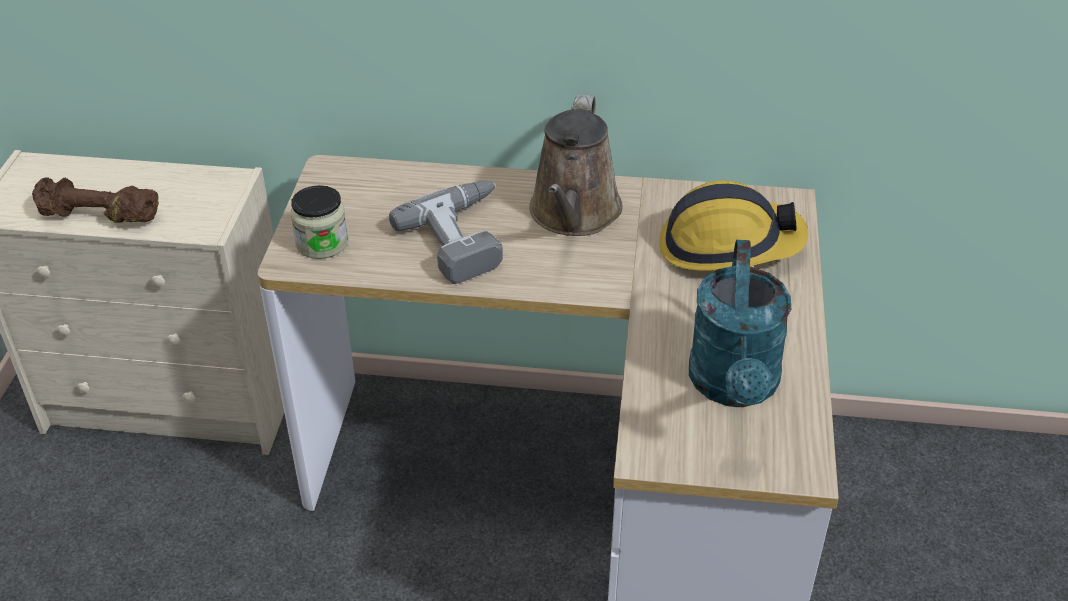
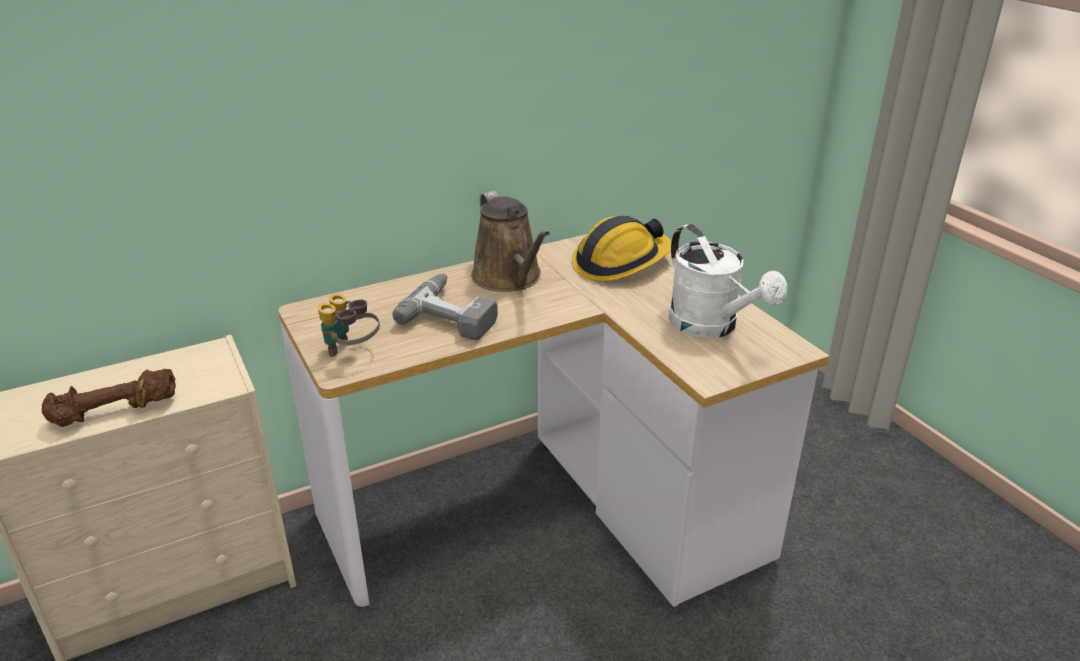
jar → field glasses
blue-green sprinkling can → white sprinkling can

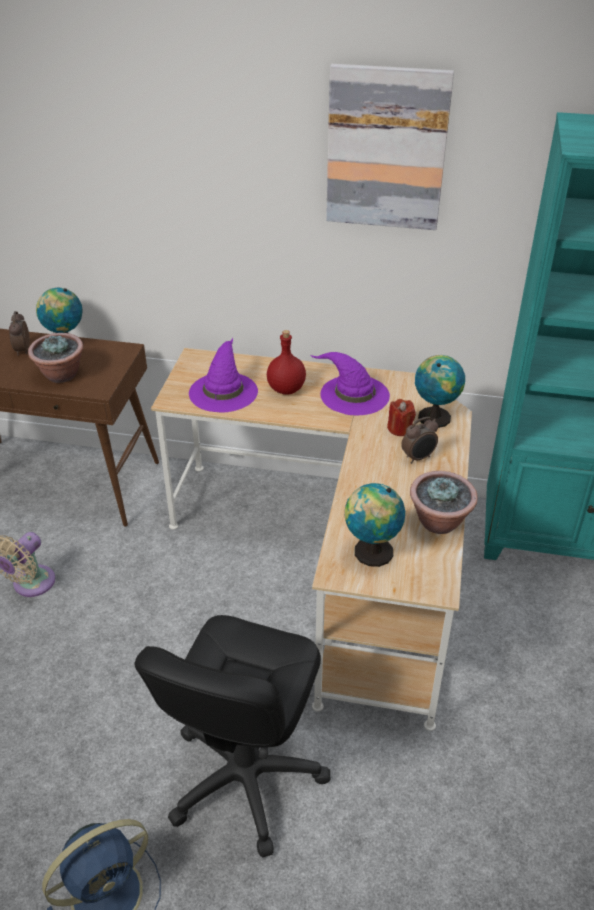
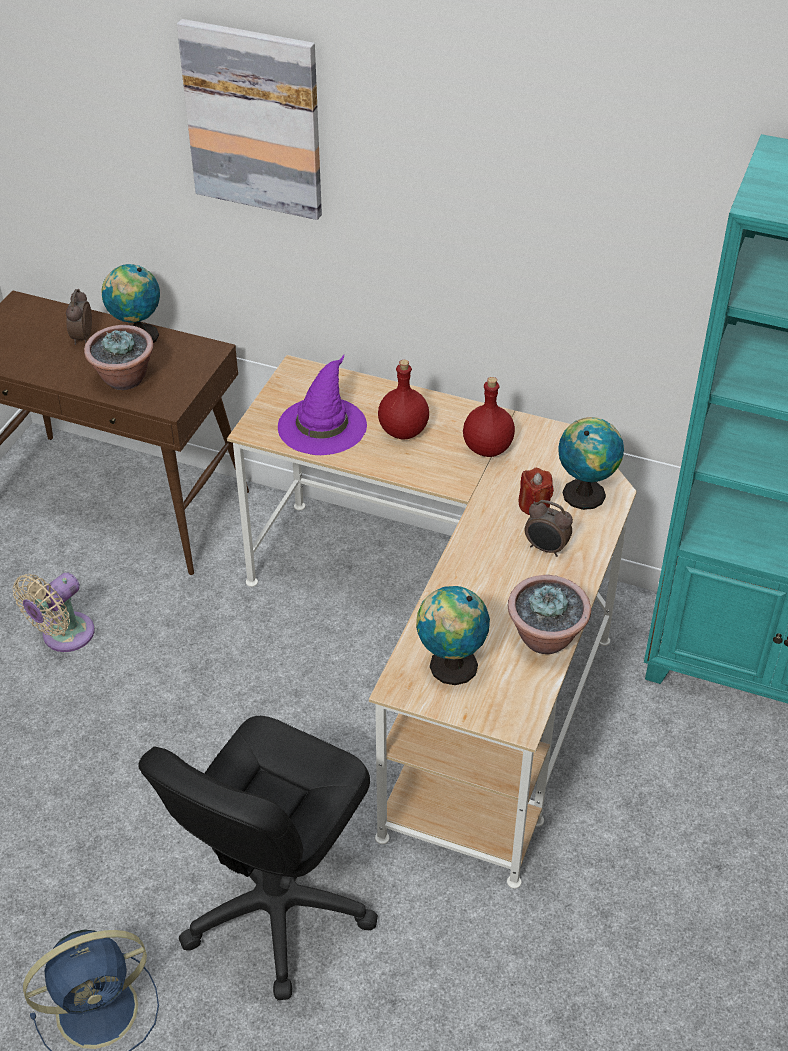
purple wearable hat (2nd from left) → reddish bottle (2nd from left)
picture, moved
bedside clock (2nd from left), 45 degrees clockwise

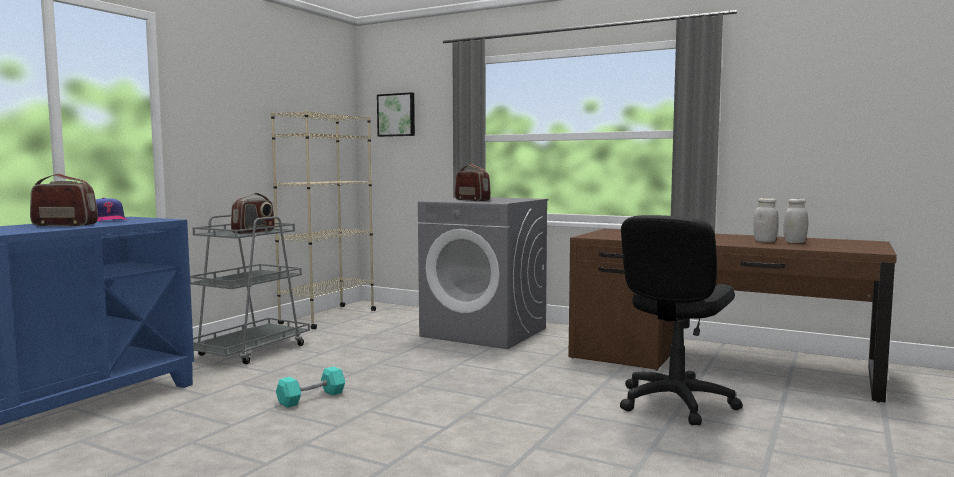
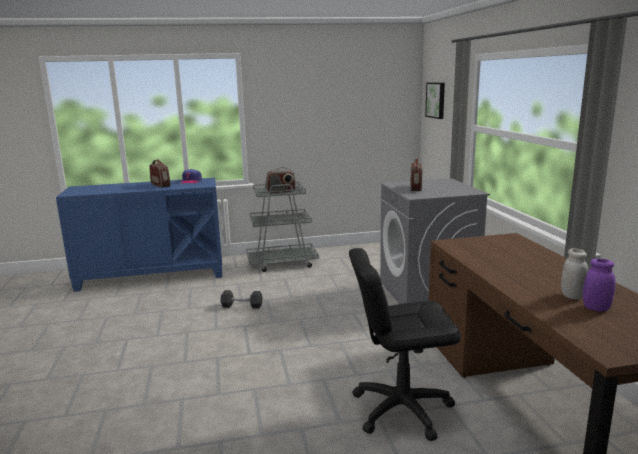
beige-coloured bookcase → -
blue-green hand weight → grey hand weight
white jar (2nd from left) → purple jar

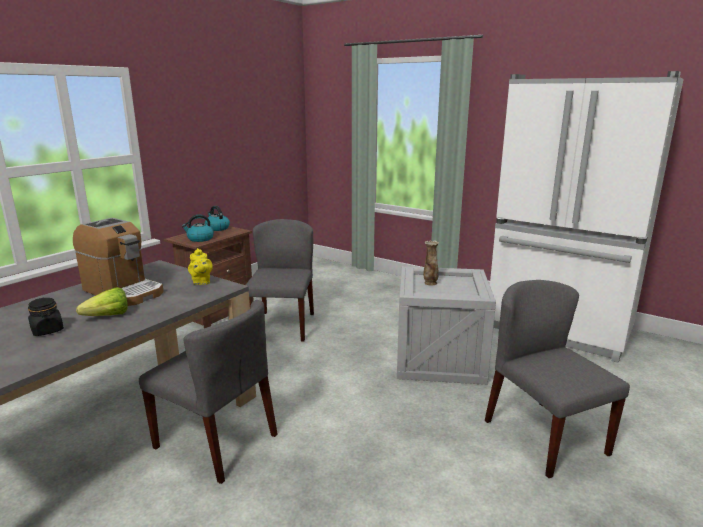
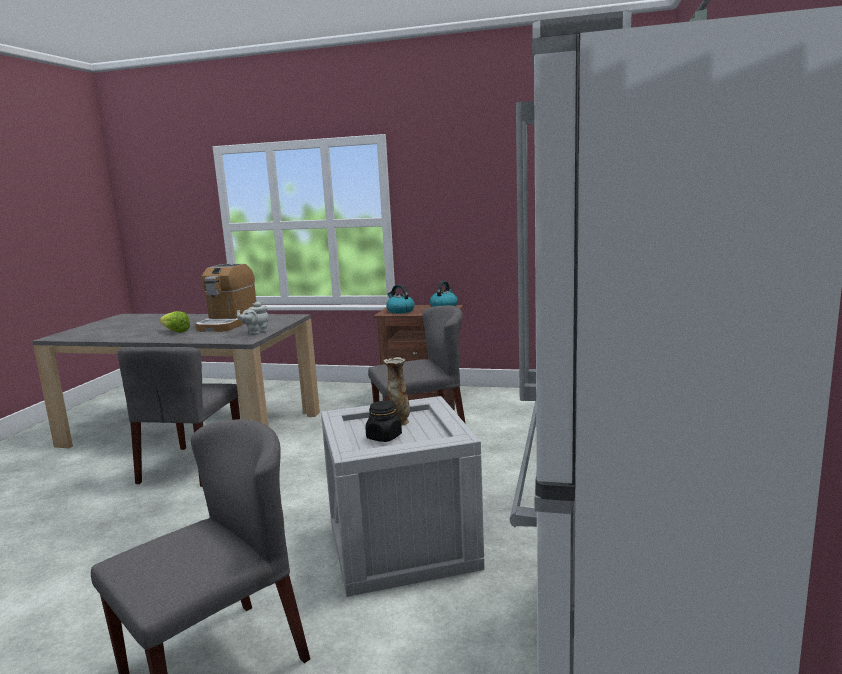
blackish jar, moved
yellowish teapot → grey teapot

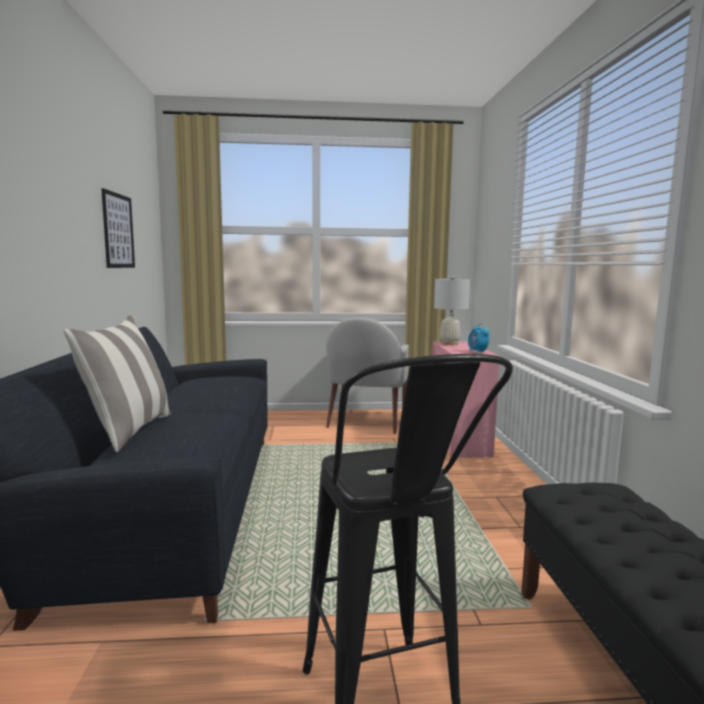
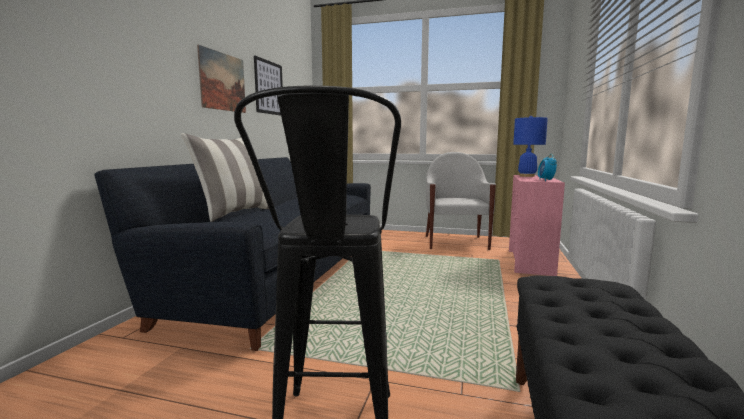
white easy chair, 150 degrees clockwise
white table lamp → bluish table lamp
- → picture (1st from left)

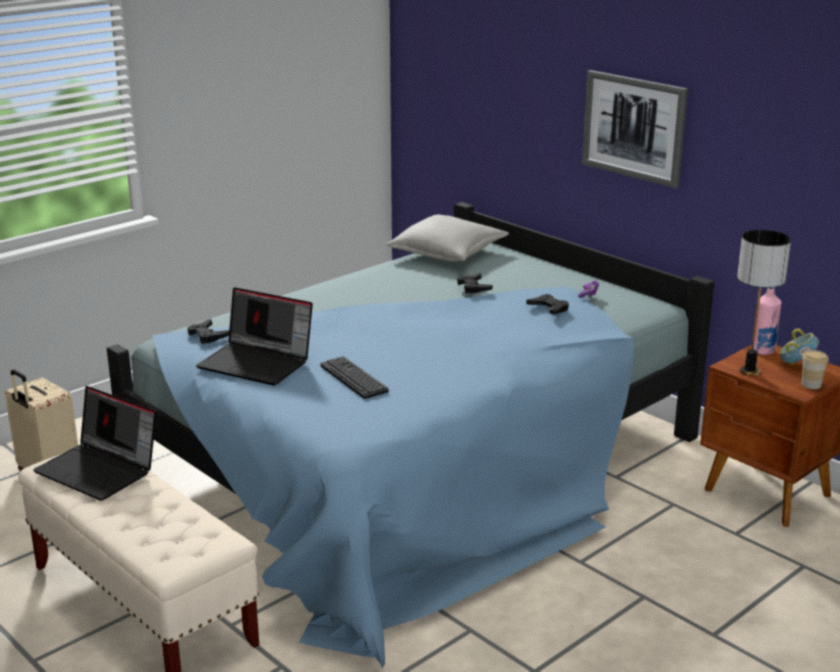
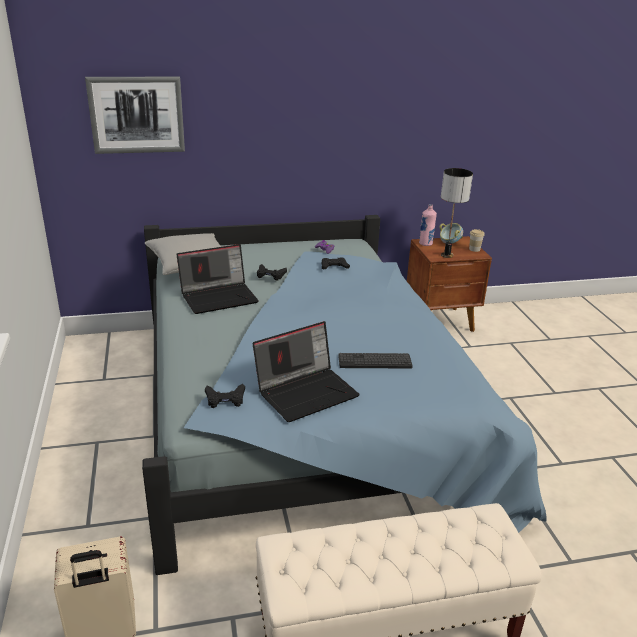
notebook computer (1st from left), moved
picture, moved

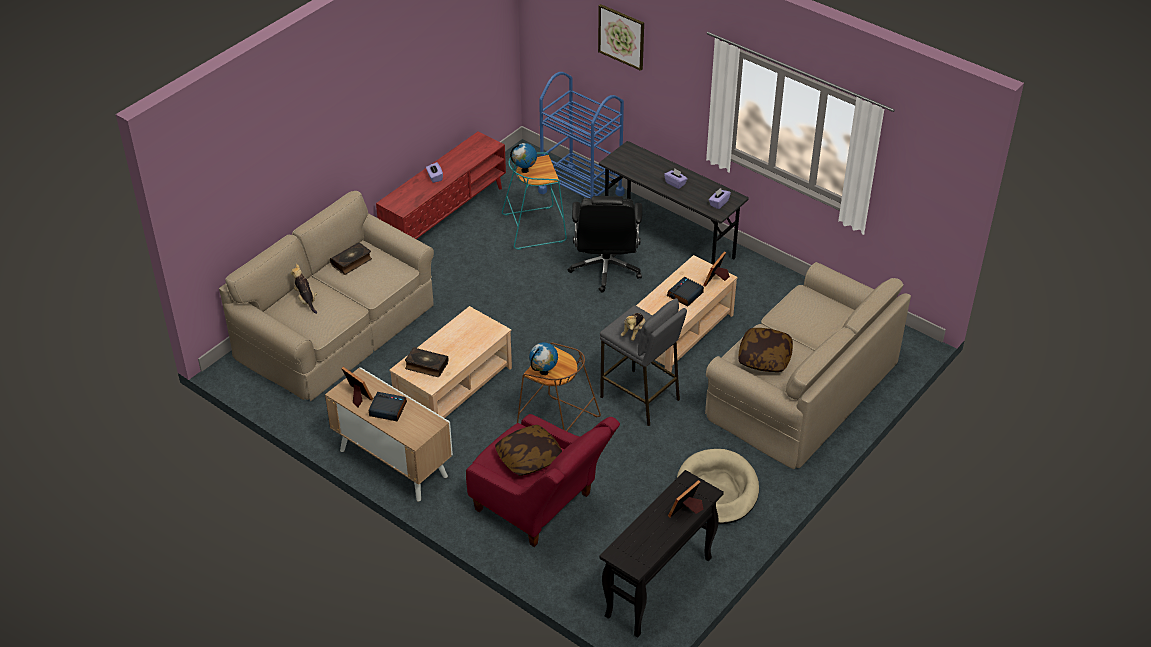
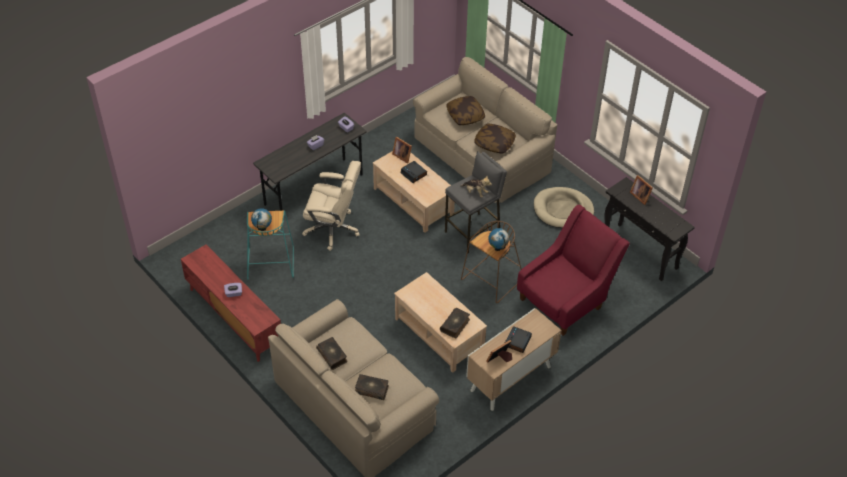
soft toy (1st from left) → bound book (2nd from left)
cushion (1st from left), moved
bluish cart → -
blackish desk chair → beige-coloured desk chair
picture → -

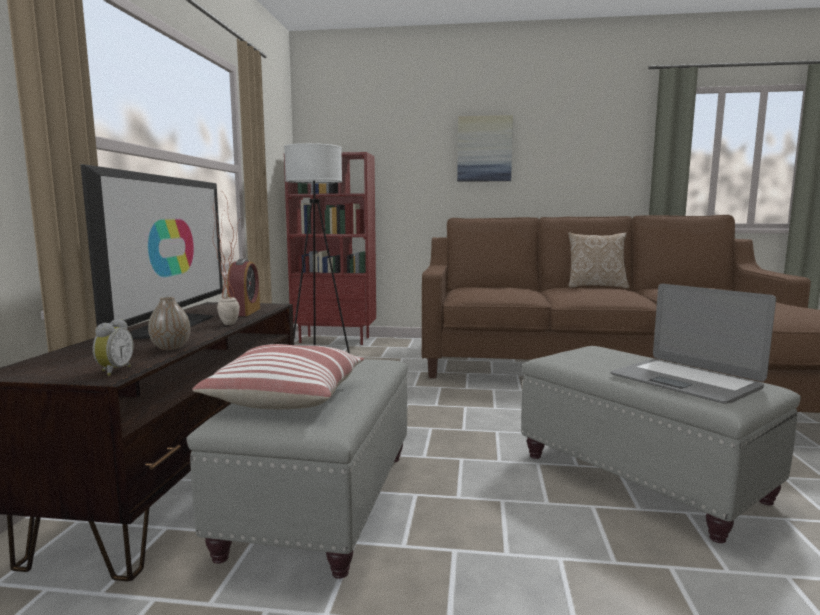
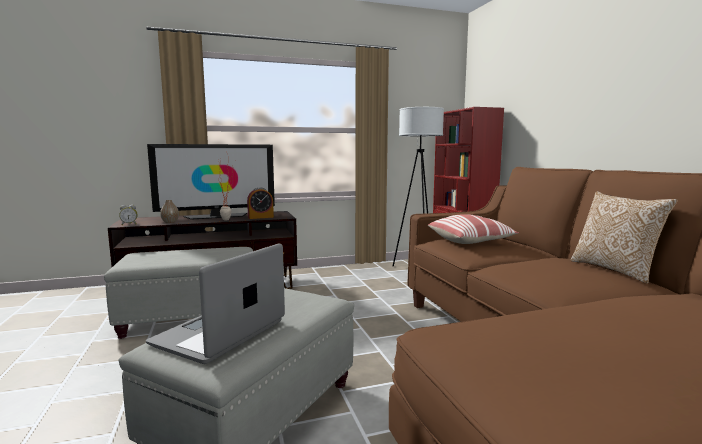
cushion (1st from left), moved
picture → -

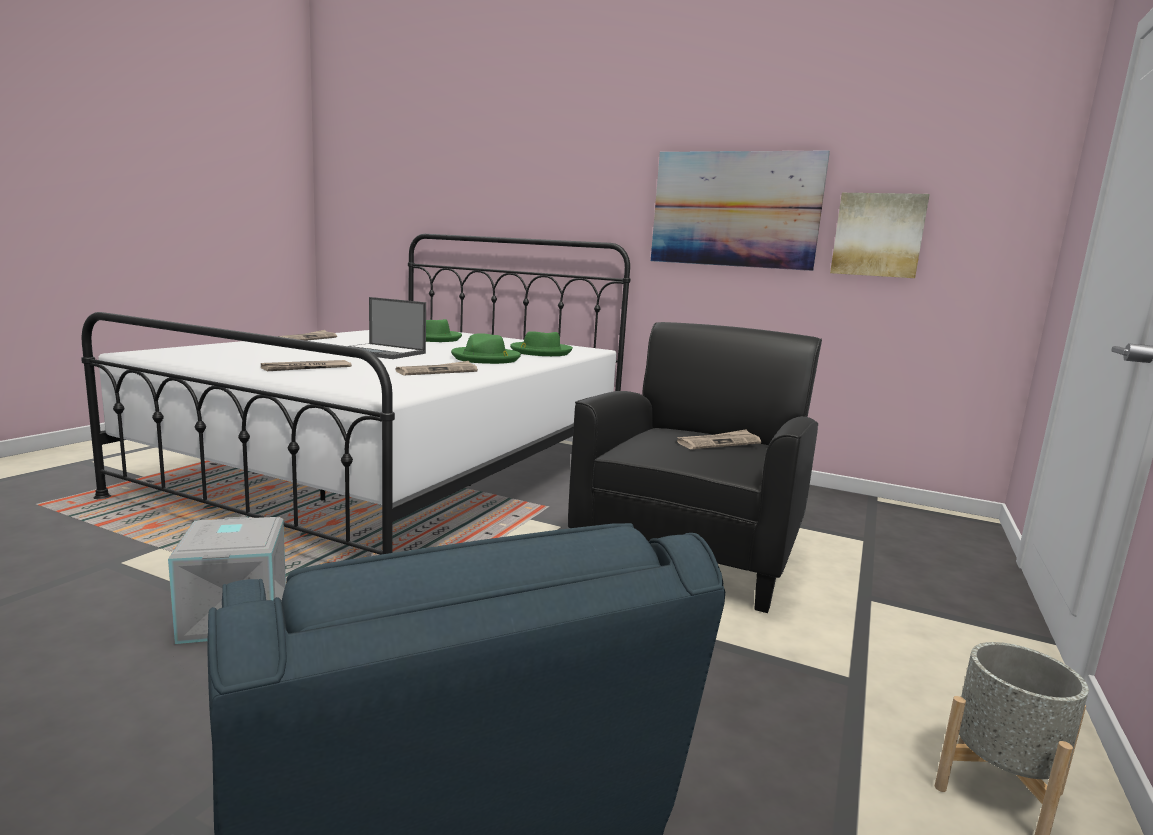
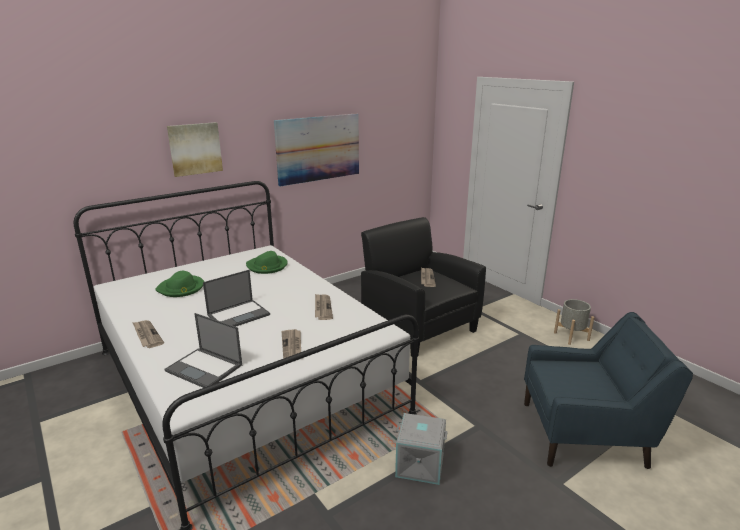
green-coloured wearable hat (2nd from left) → -
picture (2nd from left in the first image) → picture (1st from left), moved
- → notebook computer (1st from left)

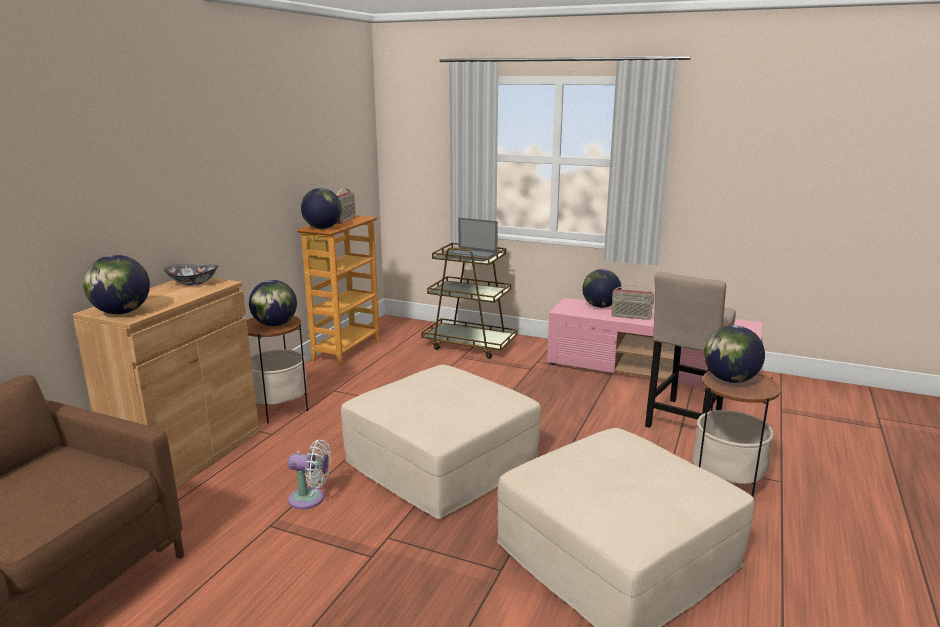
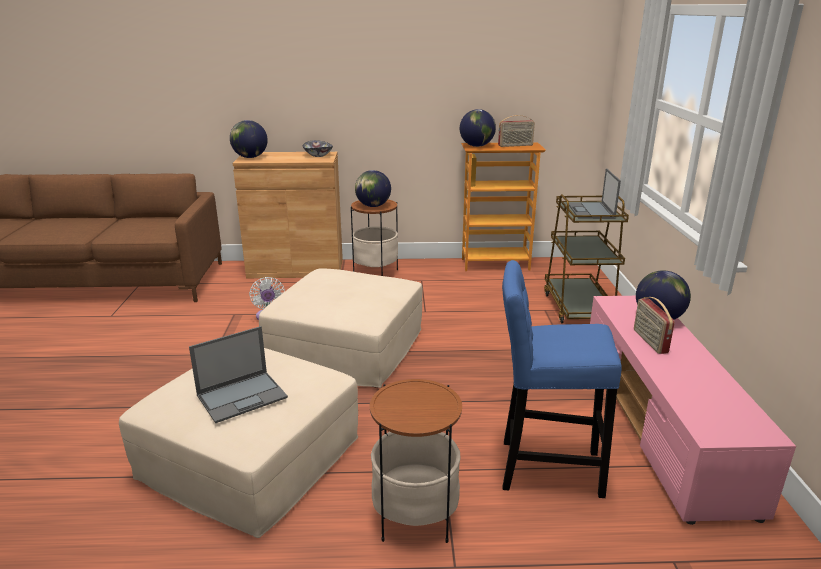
beige-coloured sitting stool → bluish sitting stool
globe (5th from left) → -
- → notebook computer (1st from left)

